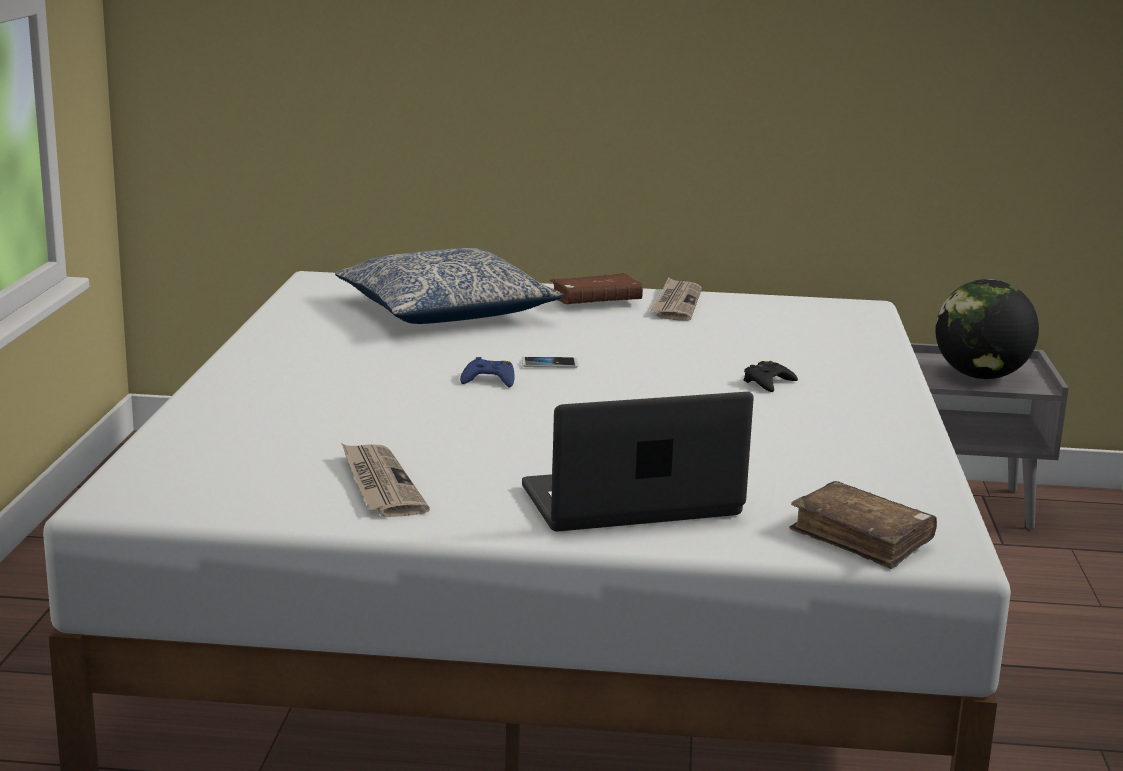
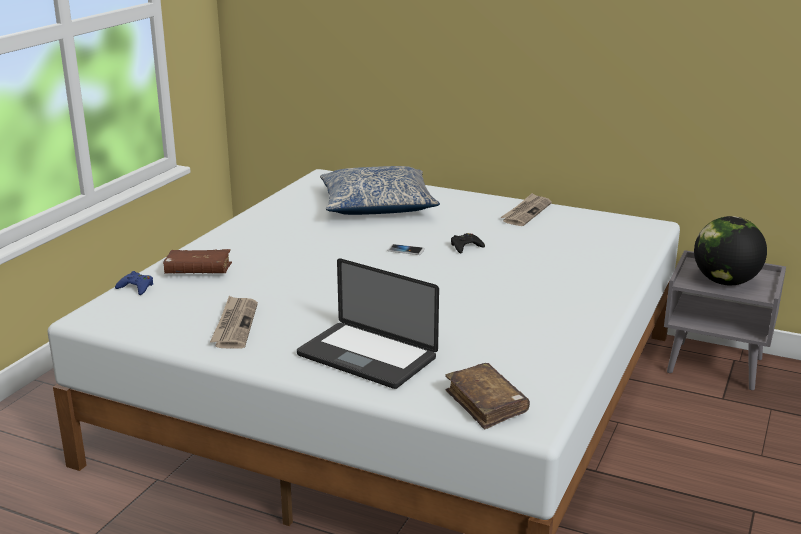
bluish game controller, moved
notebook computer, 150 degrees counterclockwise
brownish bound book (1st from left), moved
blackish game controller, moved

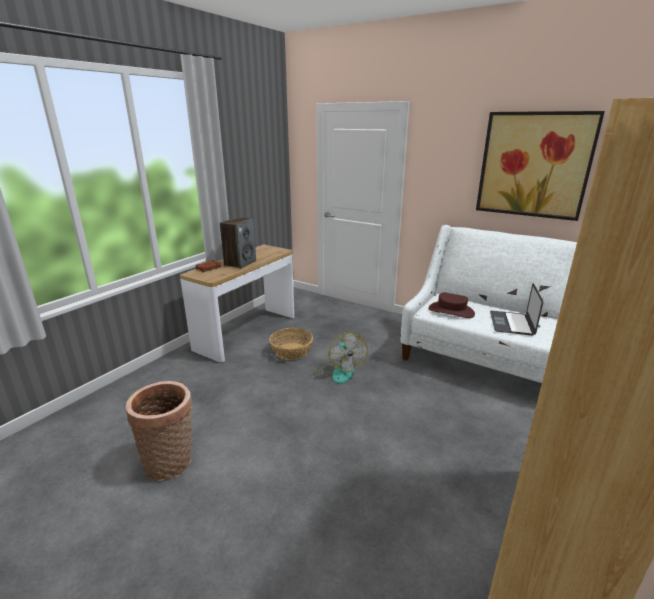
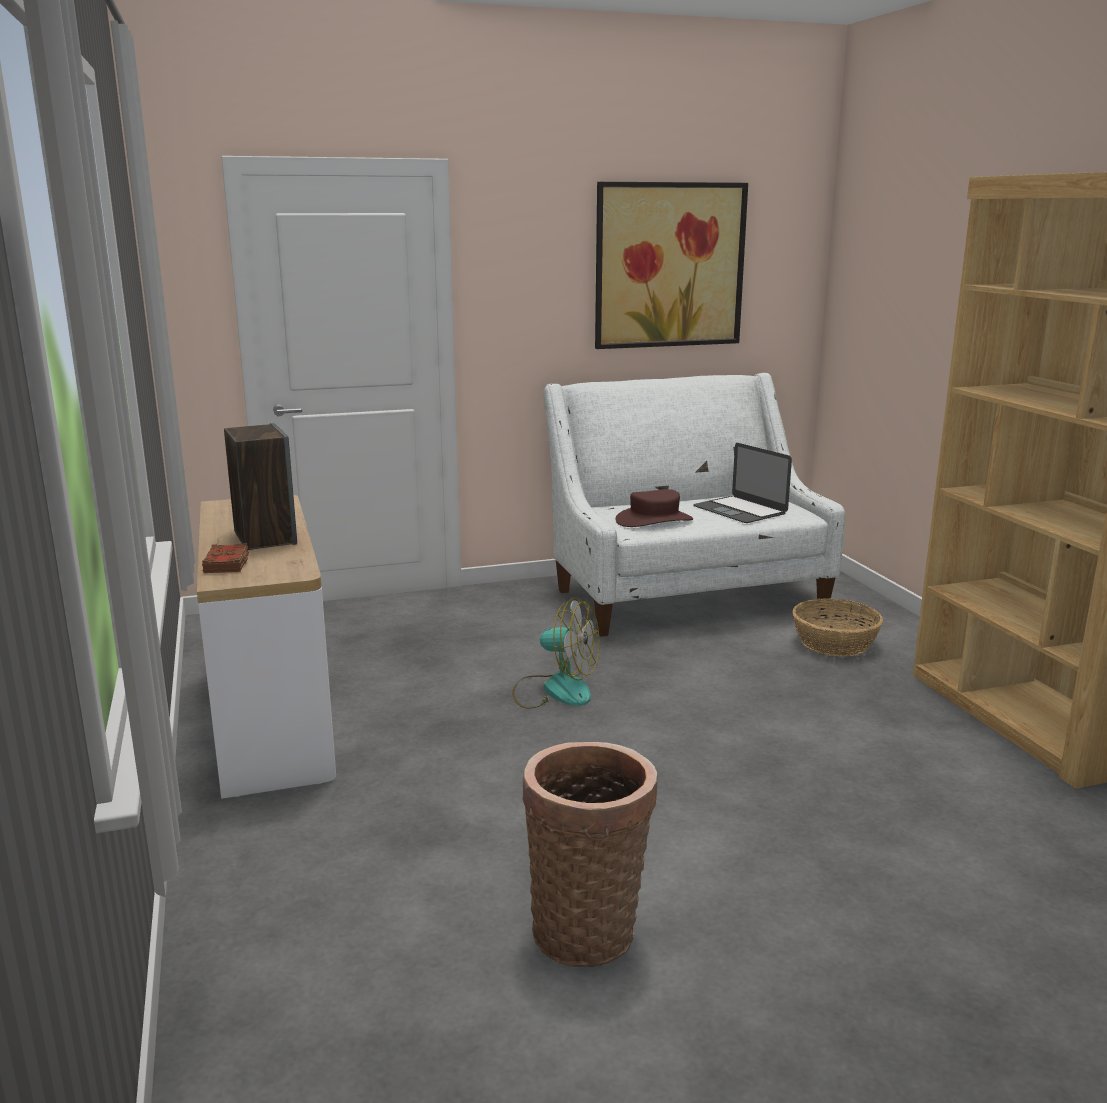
basket (2nd from left), moved

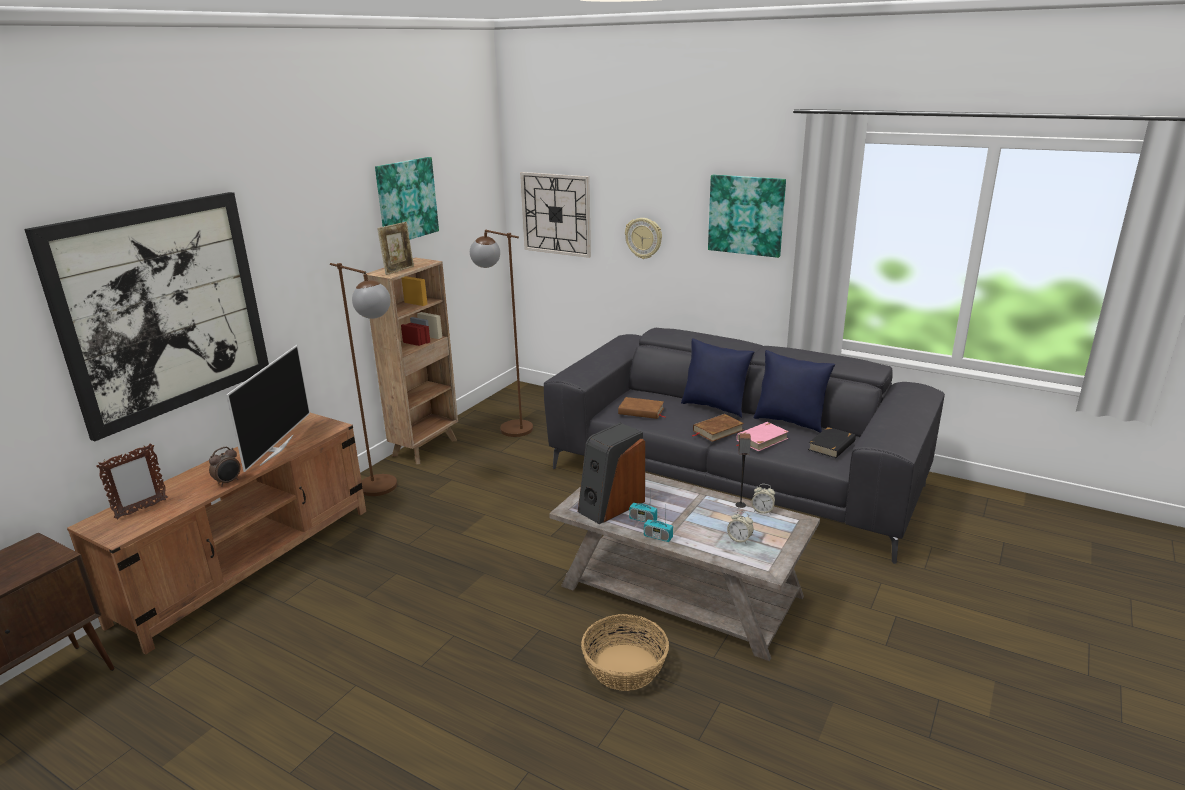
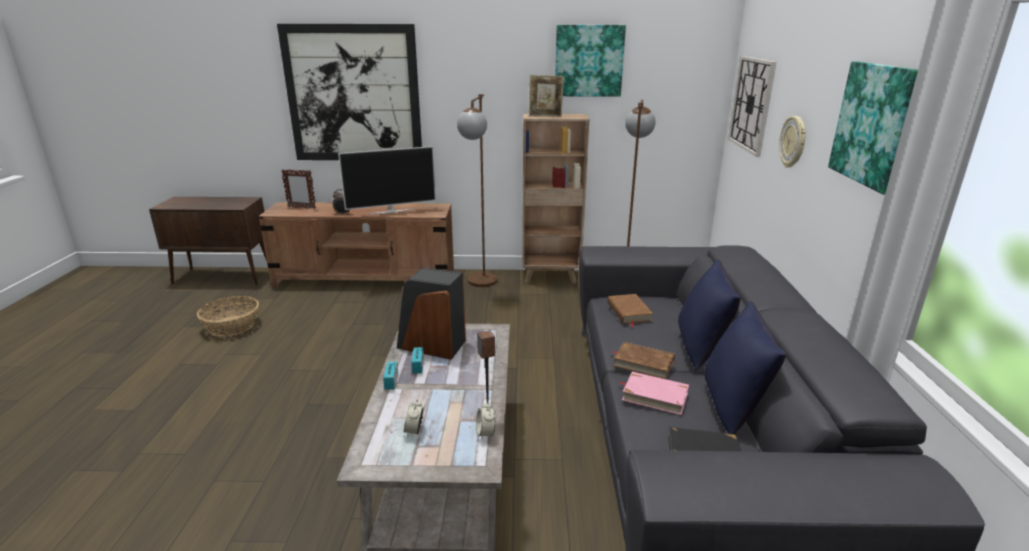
basket, moved

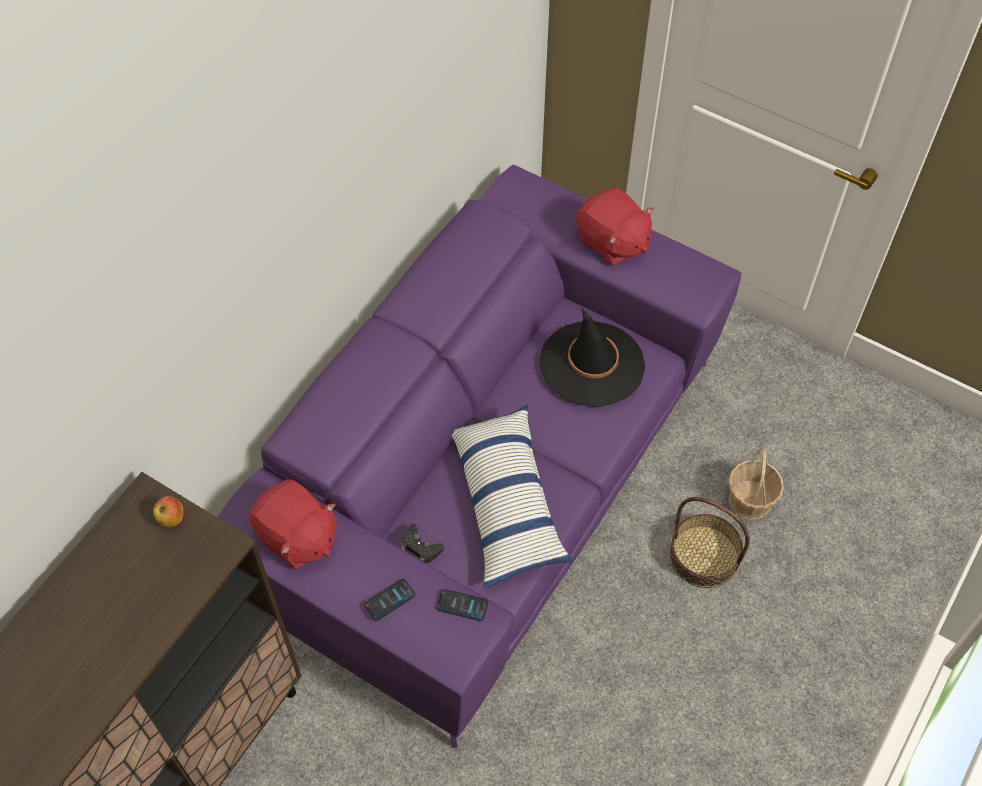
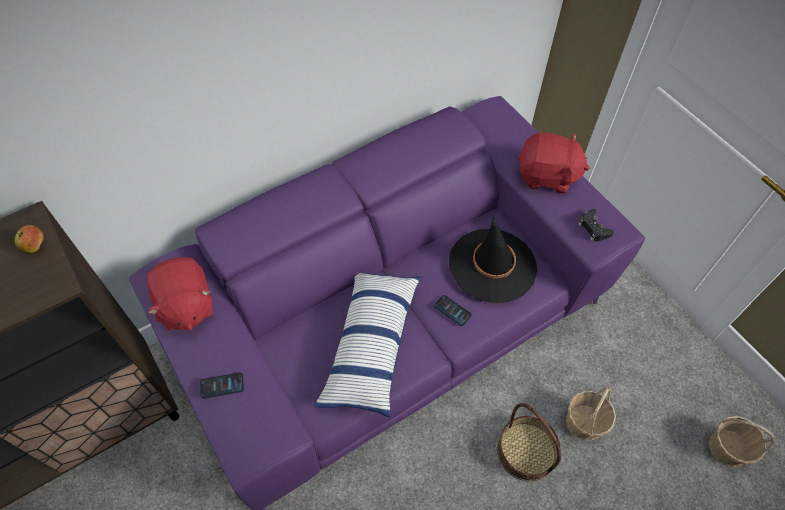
blackish game controller, moved
telephone (2nd from left), moved
reddish soft toy (2nd from left), 60 degrees counterclockwise
- → basket (3rd from left)

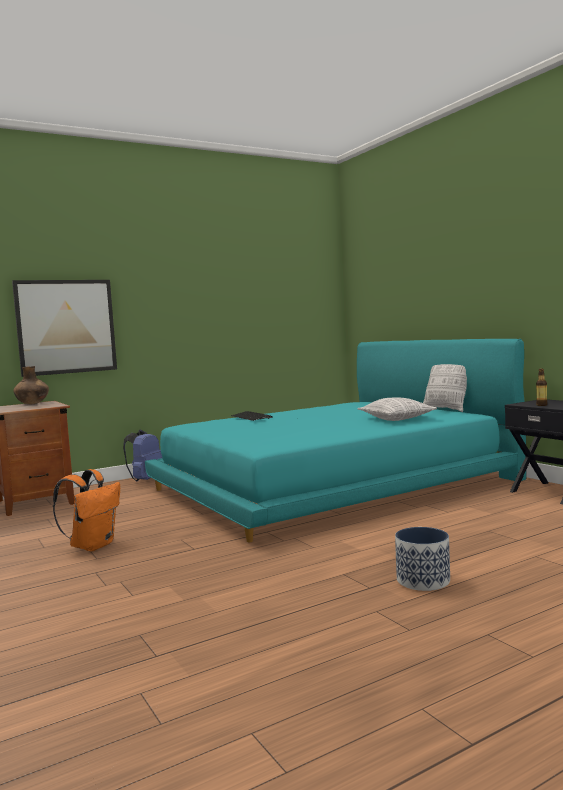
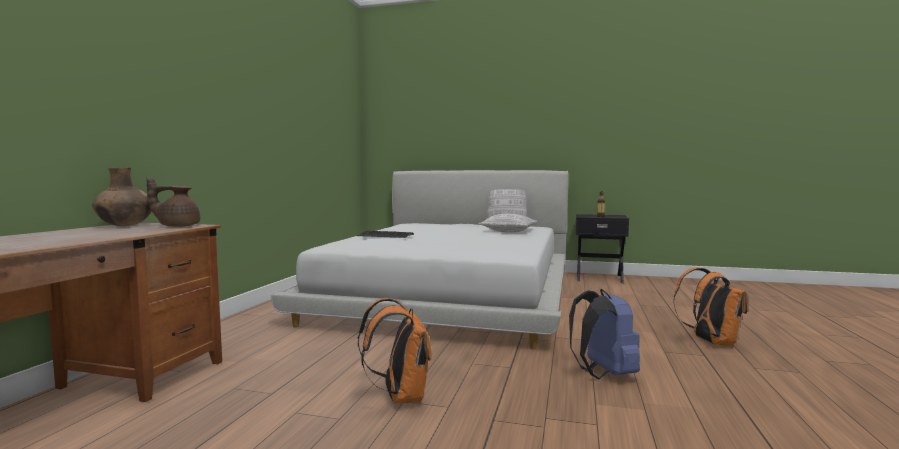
picture → -
bluish knapsack, moved
blue-green sleeping bed → white sleeping bed
plant pot → orangey knapsack (2nd from left)
- → brownish teapot

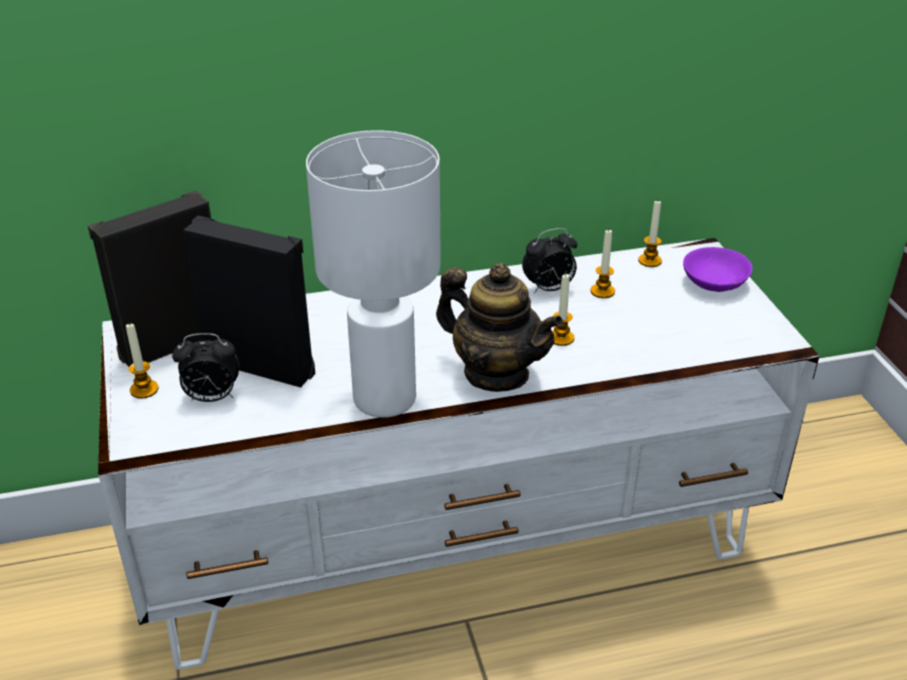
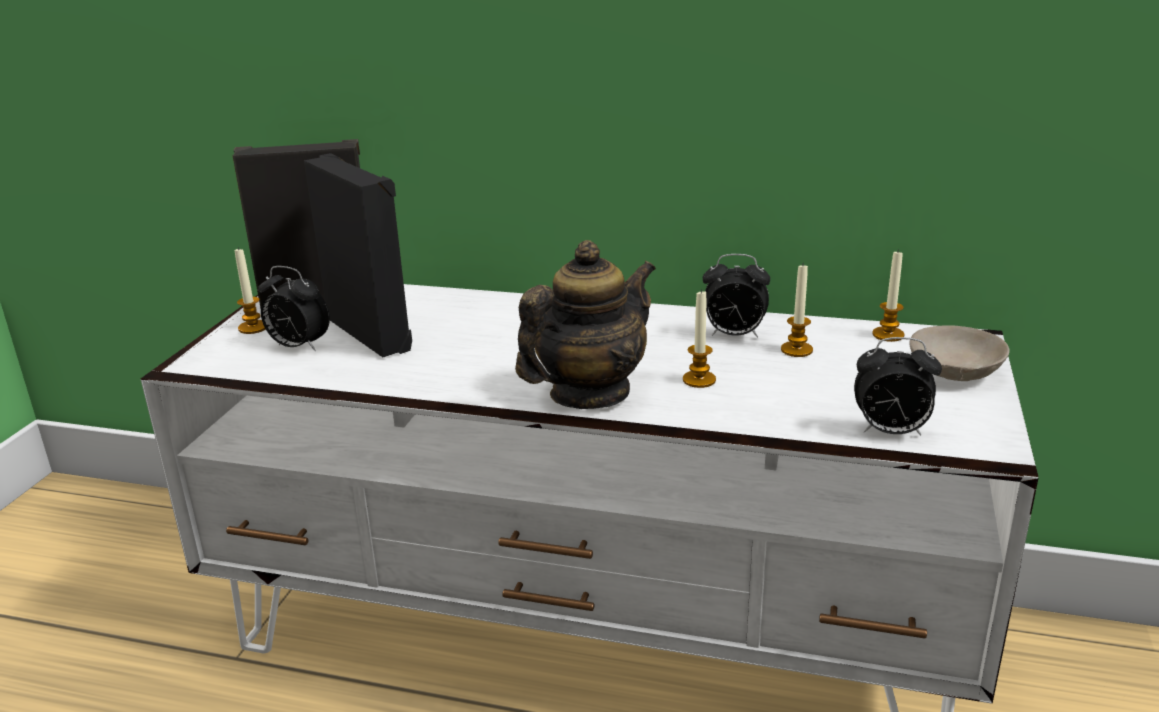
white table lamp → -
teapot, 105 degrees counterclockwise
purple bowl → beige-coloured bowl
- → bedside clock (3rd from left)

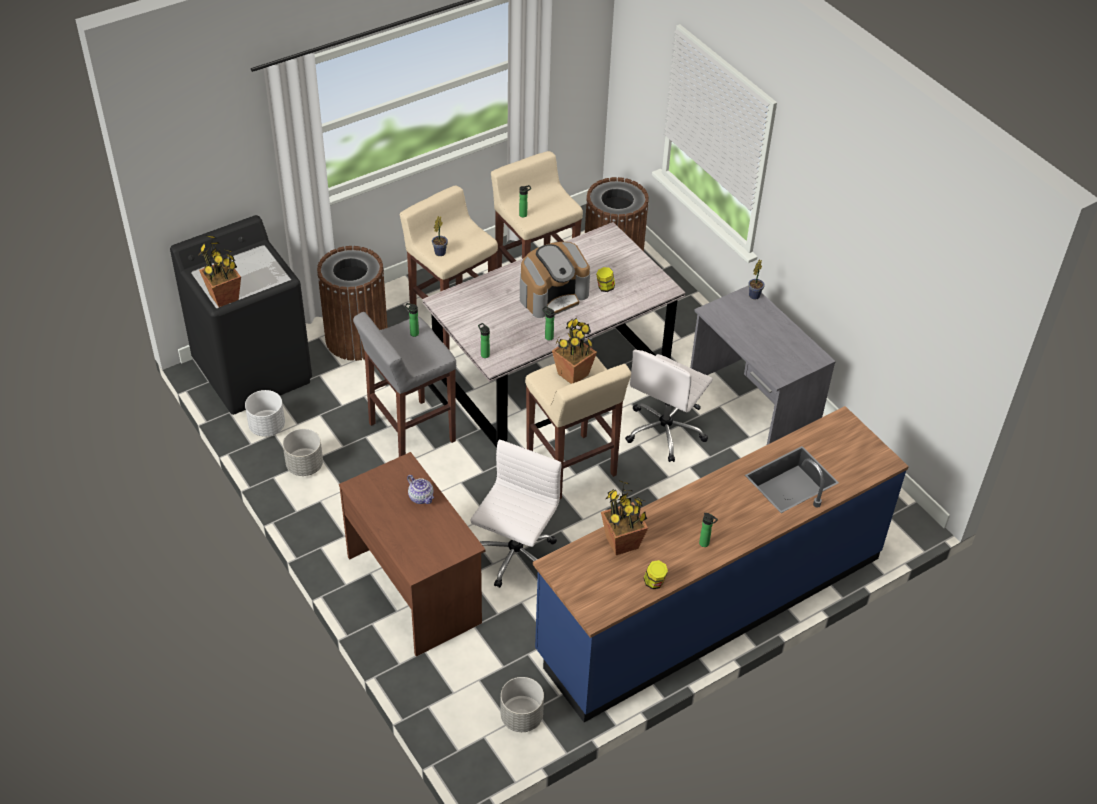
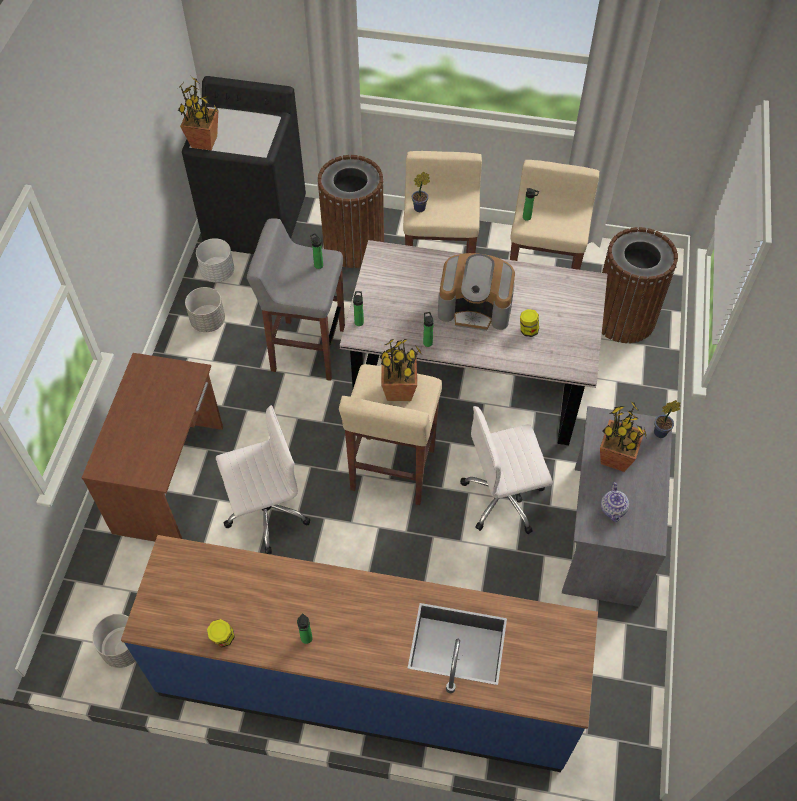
teapot, moved
houseplant (4th from left), moved

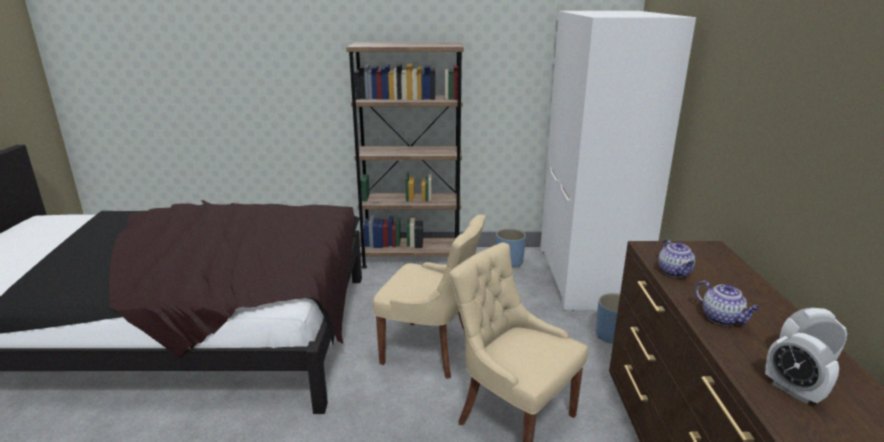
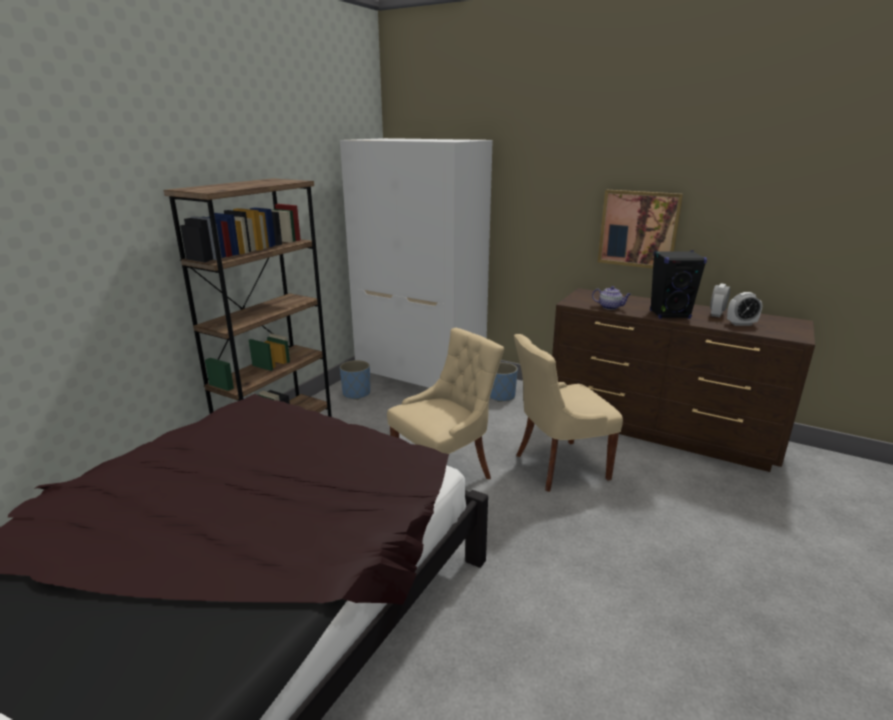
teapot (2nd from left) → blackish loudspeaker
- → picture

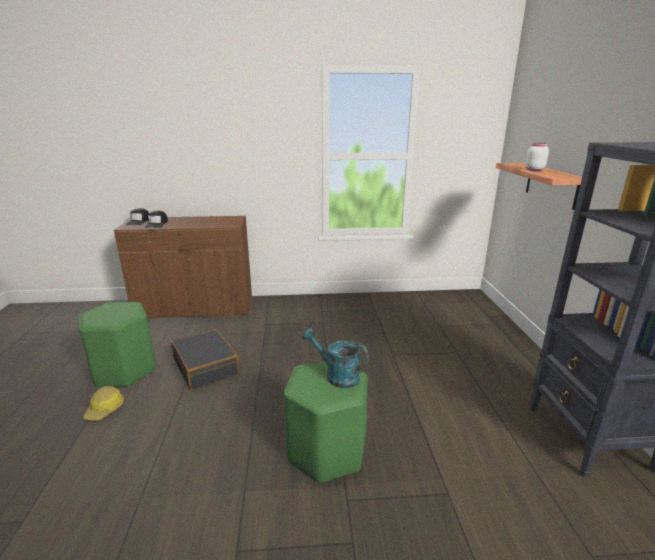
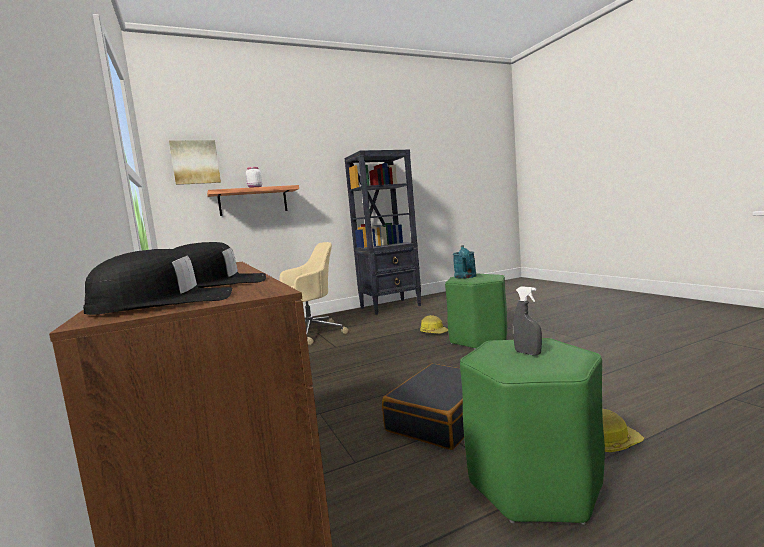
- → picture
- → beige-coloured desk chair
- → hard hat (1st from left)
- → grey sprayer

